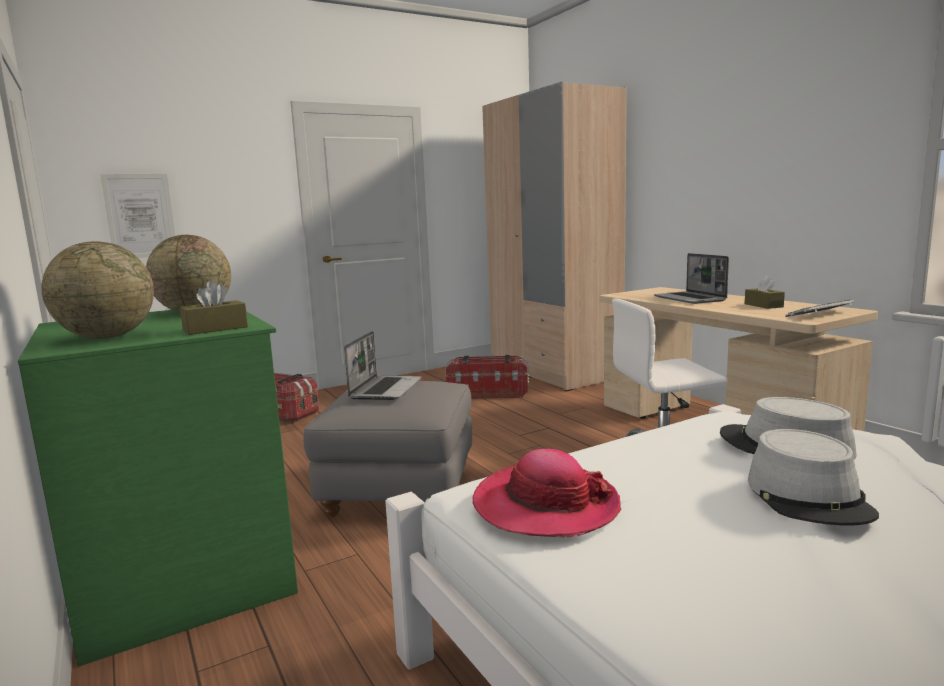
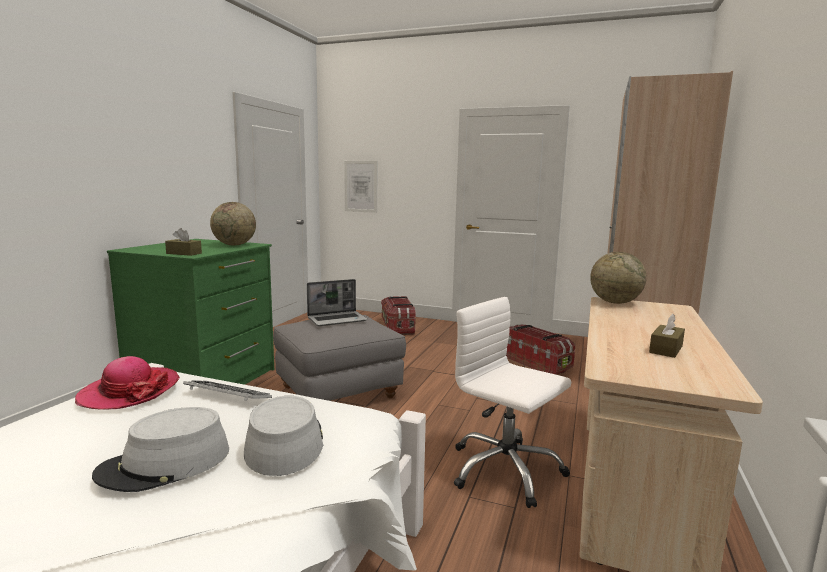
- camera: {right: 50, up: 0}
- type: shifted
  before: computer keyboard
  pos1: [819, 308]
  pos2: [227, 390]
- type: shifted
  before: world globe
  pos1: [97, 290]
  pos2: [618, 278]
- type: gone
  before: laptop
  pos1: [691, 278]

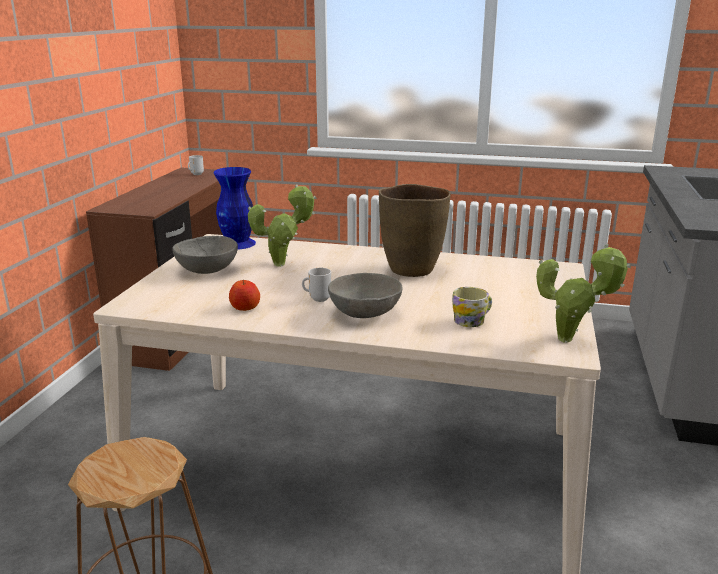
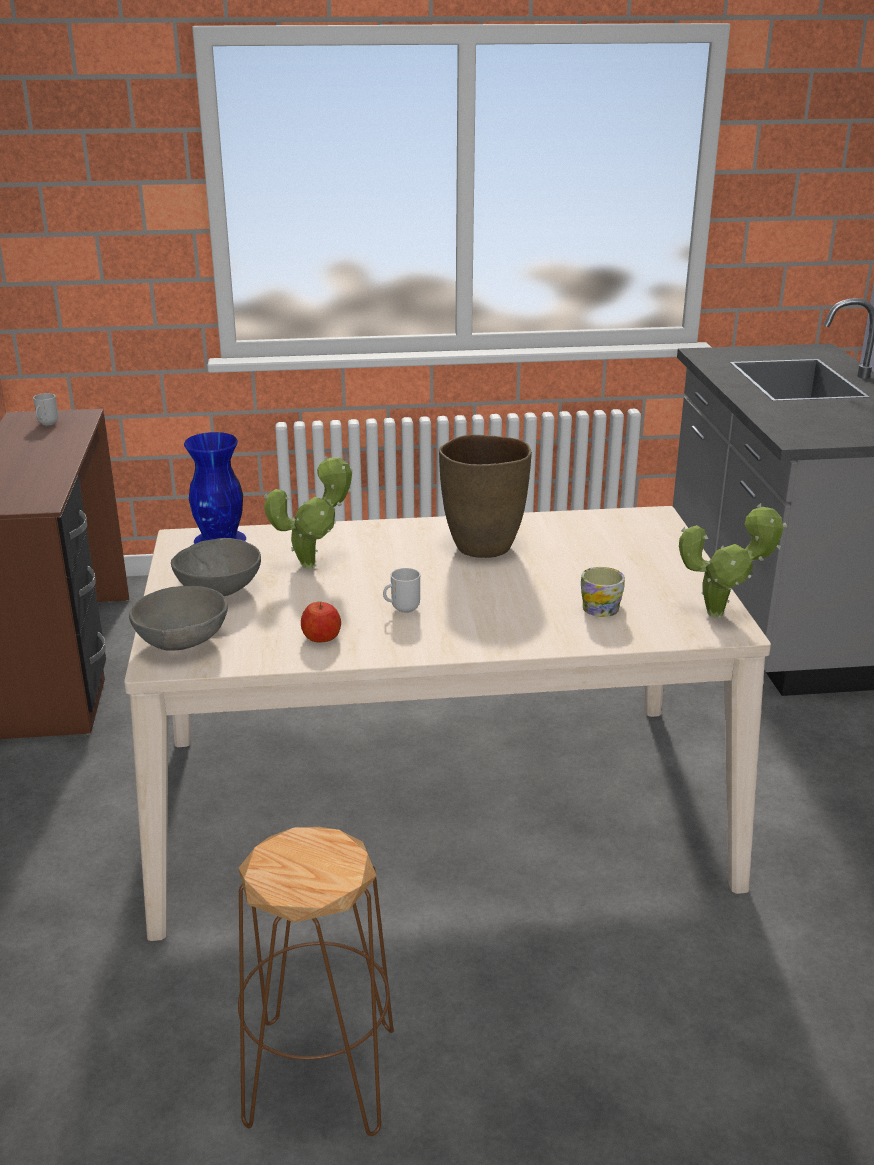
- camera: {right: -20, up: 5}
- type: shifted
  before: grey deep dish
  pos1: [365, 295]
  pos2: [178, 618]

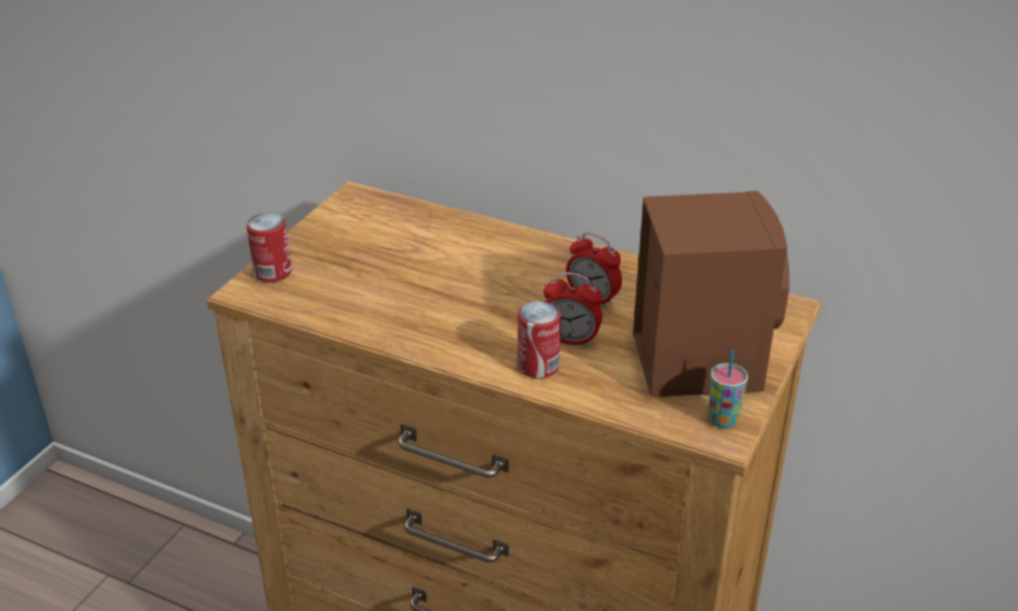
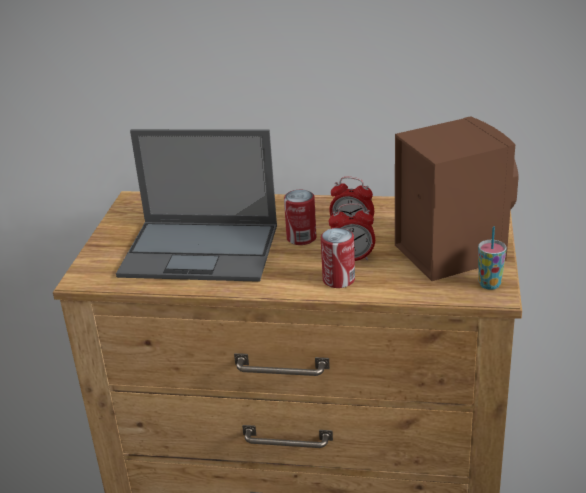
- camera: {right: -15, up: -5}
- type: new
  after: laptop
  pos2: [196, 205]
- type: shifted
  before: metal can
  pos1: [269, 248]
  pos2: [300, 217]

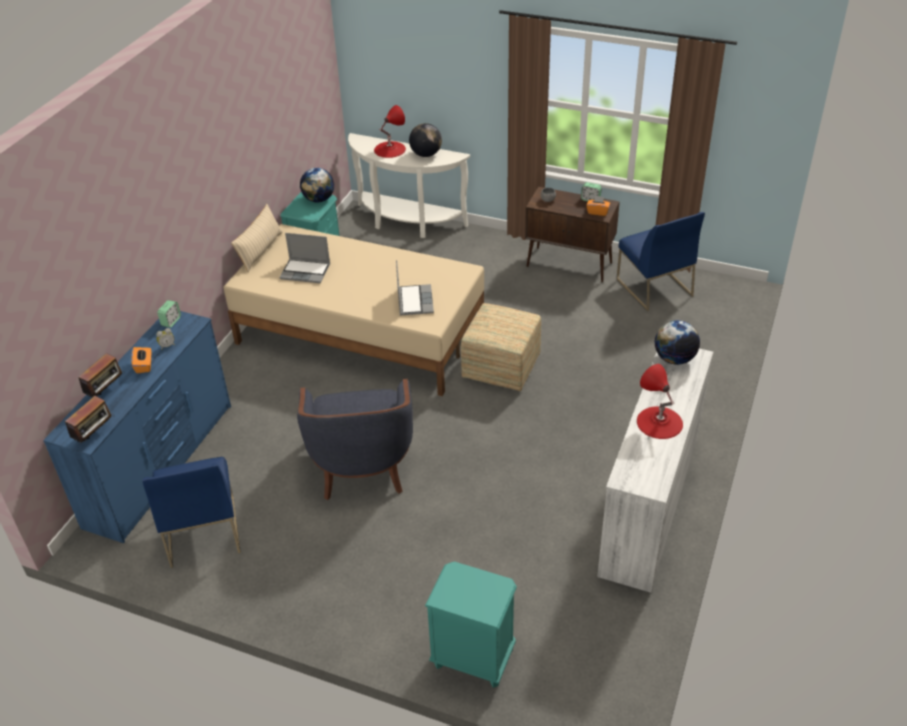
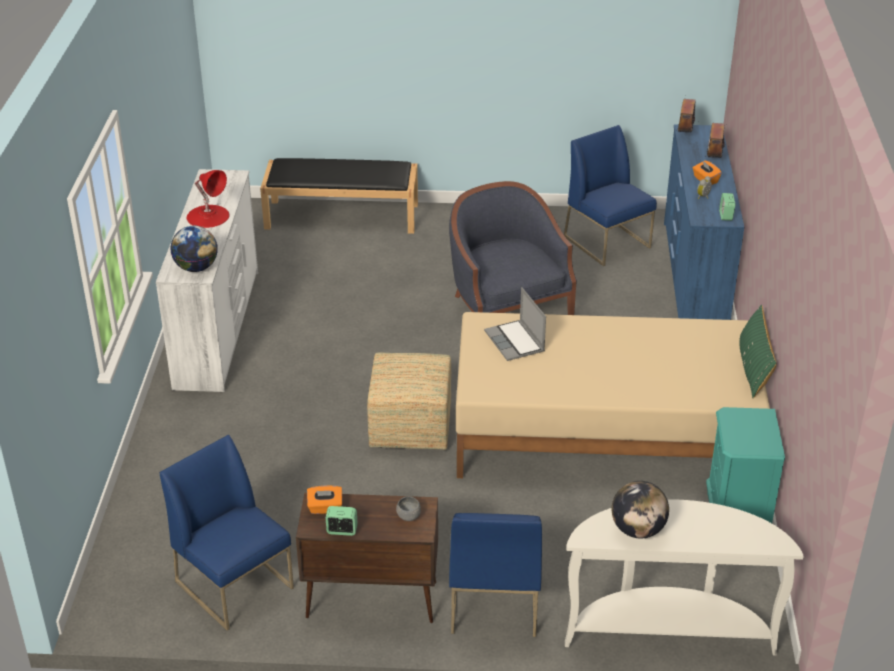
- camera: {right: 160, up: -5}
- type: swapped
  before: turquoise bedside table
  after: black-coloured indoor bench
  pos1: [471, 624]
  pos2: [339, 196]
- type: new
  after: blue-coloured plain chair
  pos2: [495, 575]
- type: repainted
  before: beige pillow
  after: greenish pillow
  pos1: [257, 238]
  pos2: [758, 351]
- type: gone
  before: laptop
  pos1: [304, 258]
- type: gone
  before: world globe
  pos1: [317, 185]
- type: gone
  before: red-coloured lamp for a table
  pos1: [390, 131]

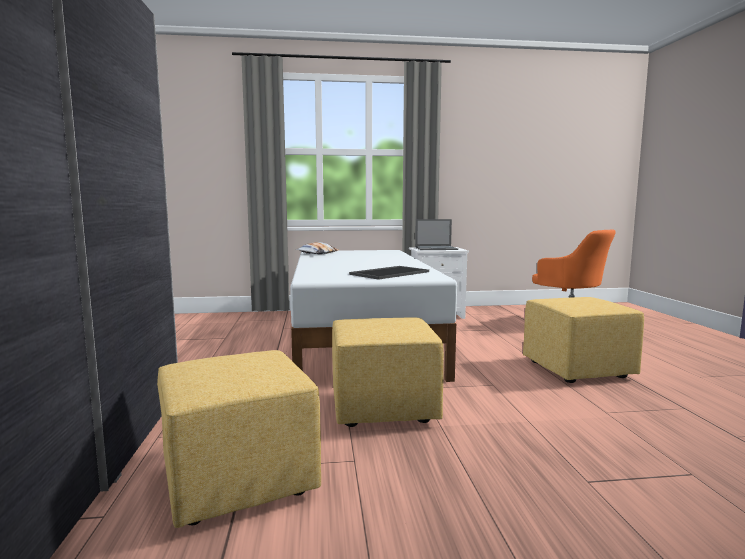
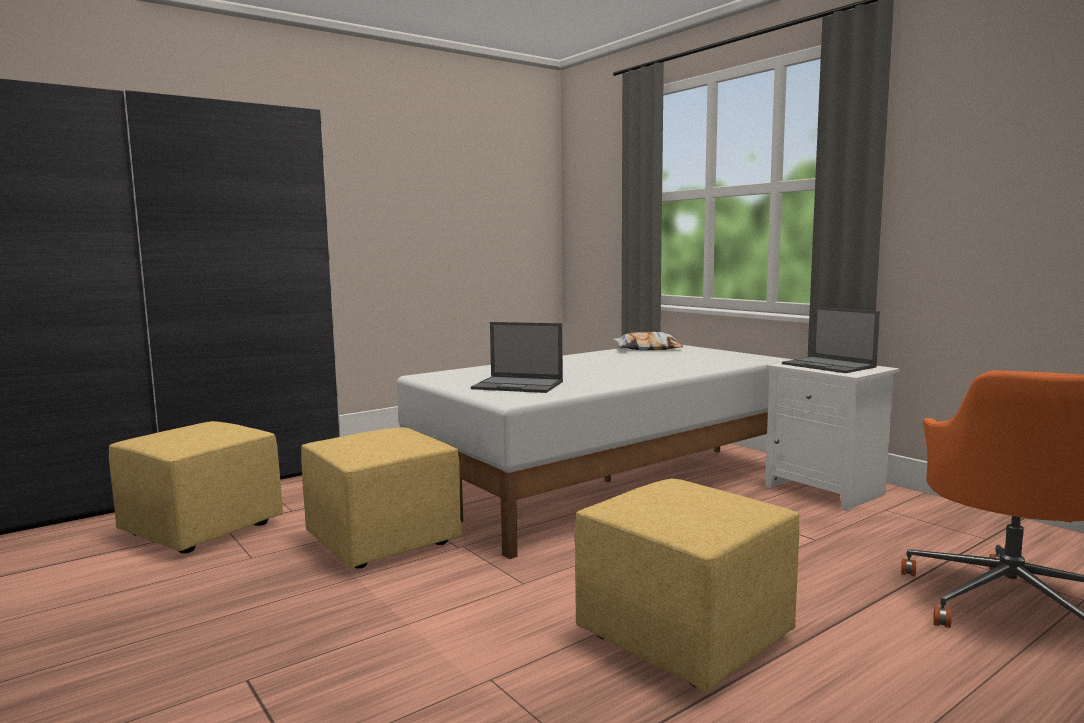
- camera: {right: 60, up: 0}
- type: swapped
  before: serving tray
  after: laptop
  pos1: [389, 273]
  pos2: [517, 357]

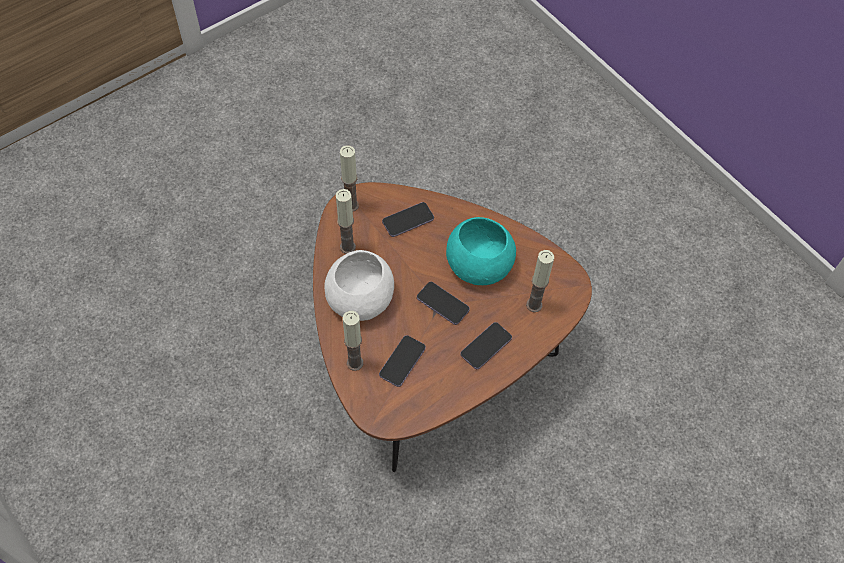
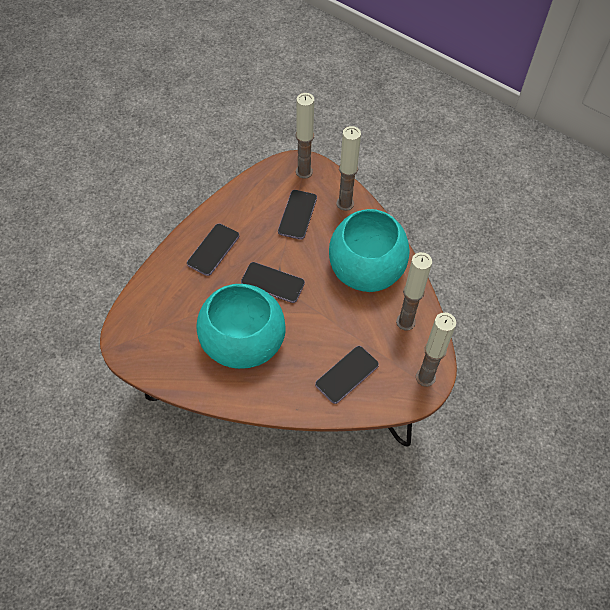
- camera: {right: 165, up: 0}
- type: shifted
  before: wax candle
  pos1: [540, 281]
  pos2: [304, 136]
- type: repainted
  before: white-coloured deep dish
  after: turquoise deep dish
  pos1: [359, 285]
  pos2: [369, 250]

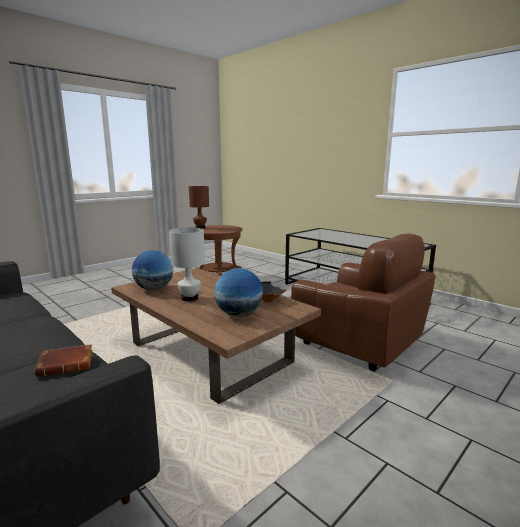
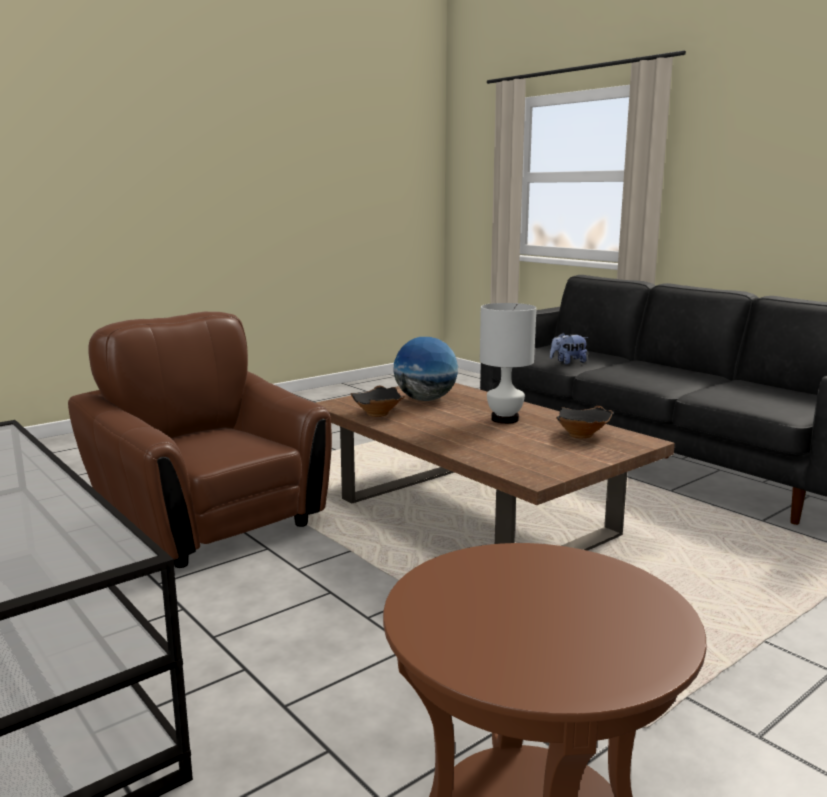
- camera: {right: -175, up: 0}
- type: swapped
  before: brownish volume
  after: soft toy
  pos1: [64, 360]
  pos2: [569, 348]
- type: swapped
  before: world globe
  after: black-coloured deep dish
  pos1: [152, 270]
  pos2: [584, 422]
- type: gone
  before: brownish lamp for a table
  pos1: [199, 207]

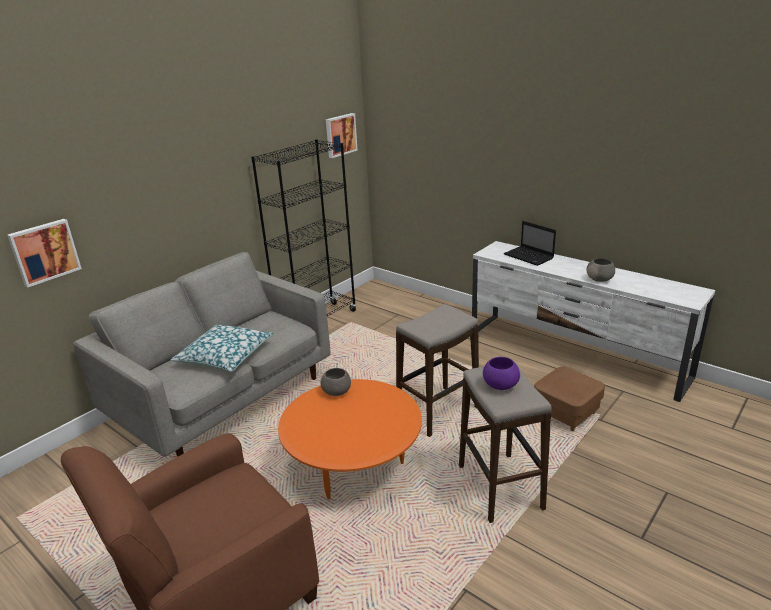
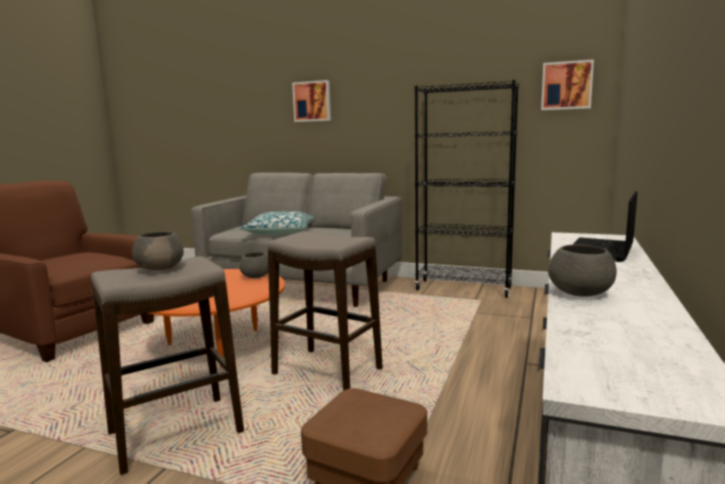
- camera: {right: 70, up: -15}
- type: repainted
  before: purple deep dish
  after: grey deep dish
  pos1: [501, 373]
  pos2: [158, 251]
- type: shifted
  before: wall art
  pos1: [44, 253]
  pos2: [311, 101]

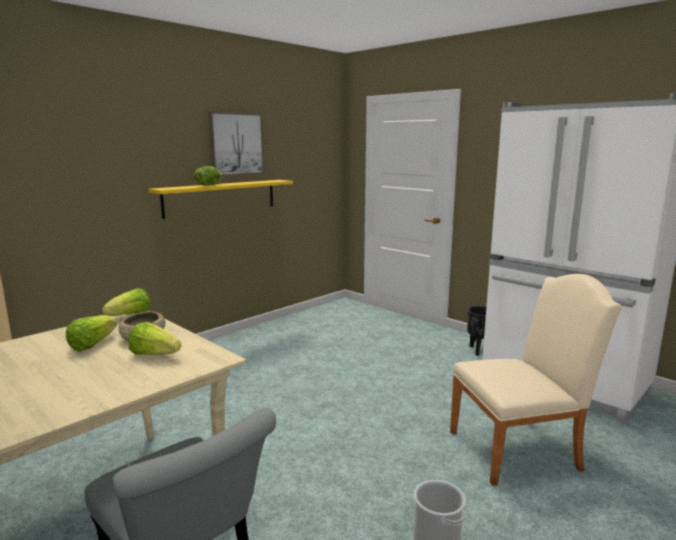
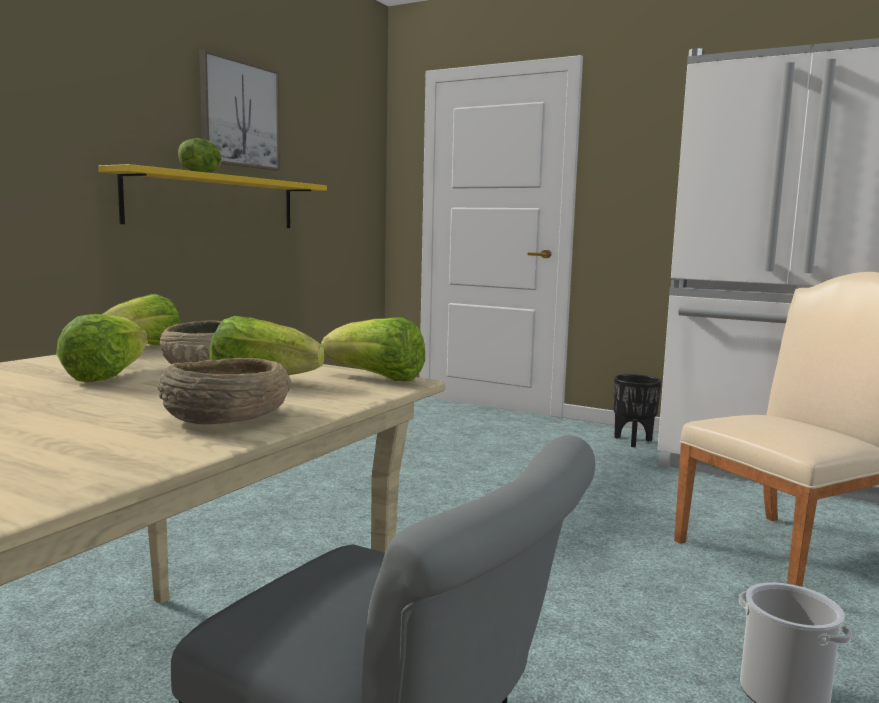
- camera: {right: -15, up: -5}
- type: new
  after: beige deep dish
  pos2: [225, 391]
- type: new
  after: lettuce head
  pos2: [373, 349]

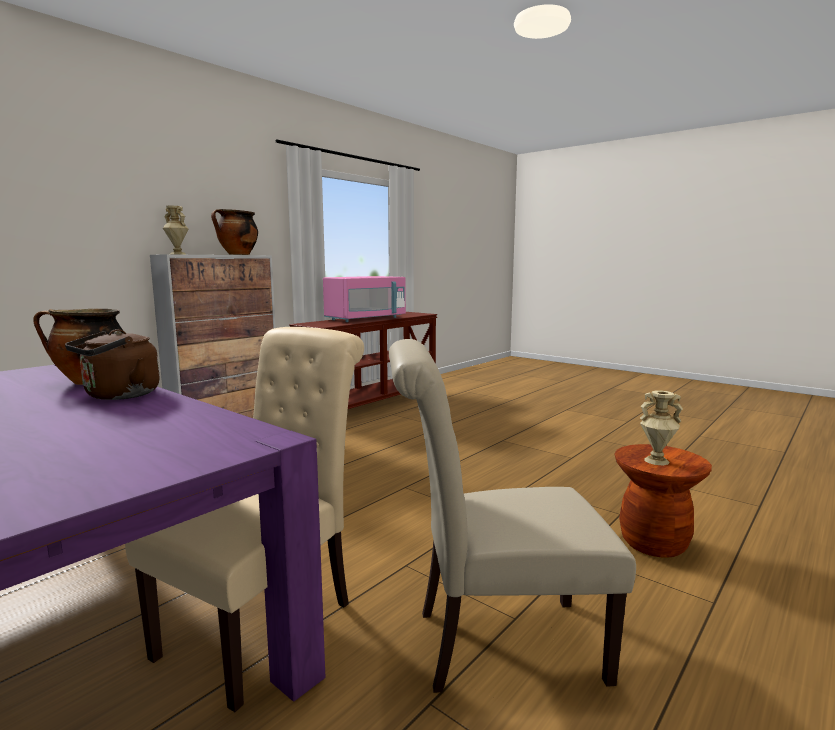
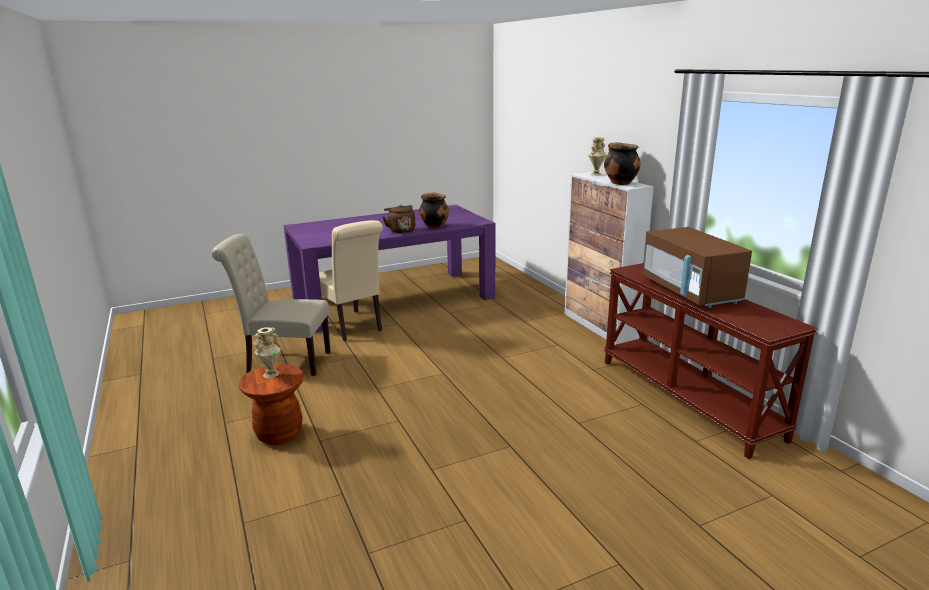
- camera: {right: 115, up: 10}
- type: rotated
  before: beige plain chair
  pos1: [512, 516]
  pos2: [271, 305]
  turn: -105
- type: repainted
  before: pink-coloured microwave oven
  after: brownish microwave oven
  pos1: [364, 299]
  pos2: [697, 267]

